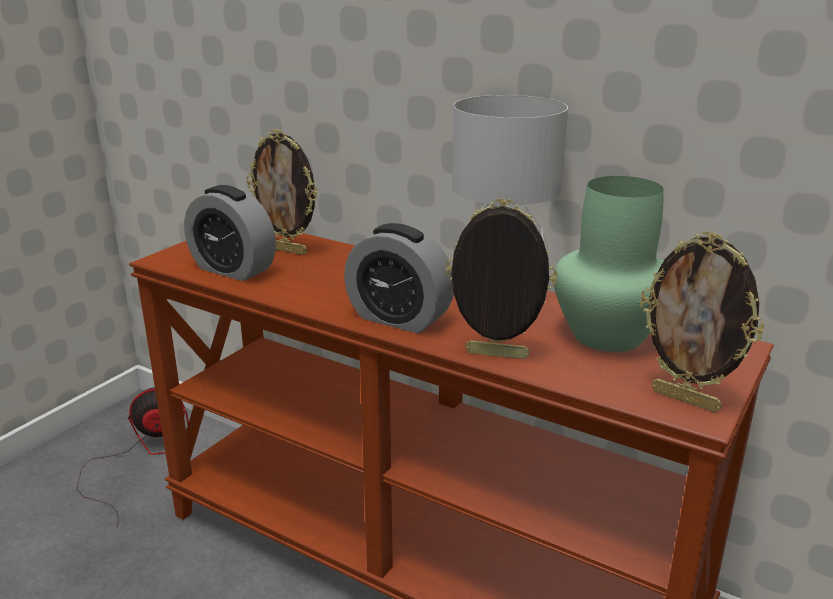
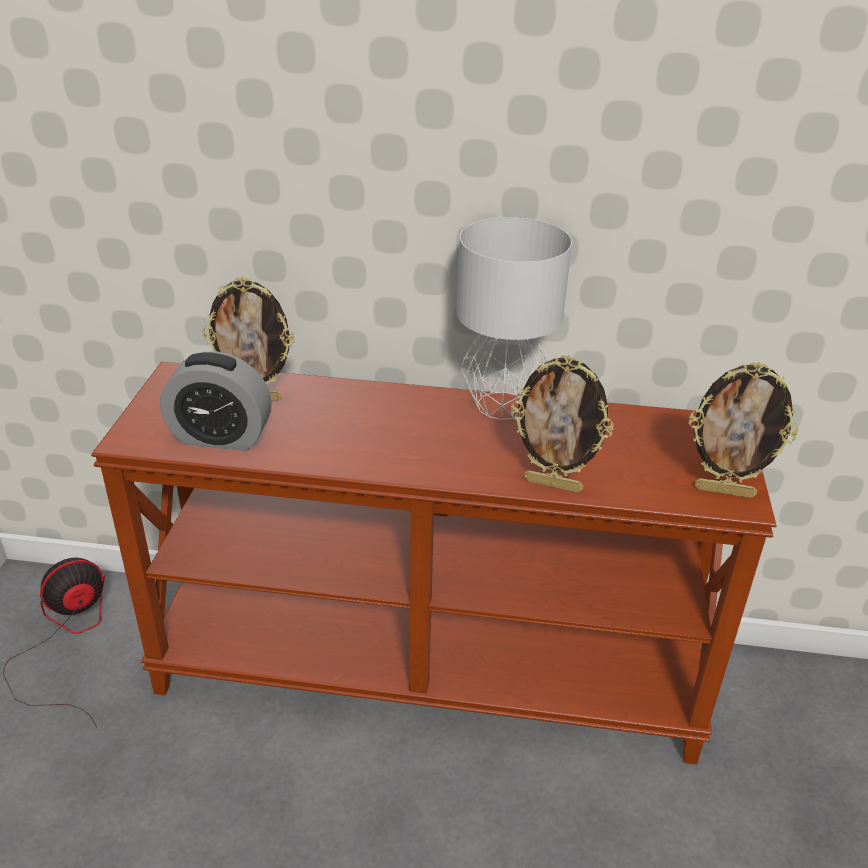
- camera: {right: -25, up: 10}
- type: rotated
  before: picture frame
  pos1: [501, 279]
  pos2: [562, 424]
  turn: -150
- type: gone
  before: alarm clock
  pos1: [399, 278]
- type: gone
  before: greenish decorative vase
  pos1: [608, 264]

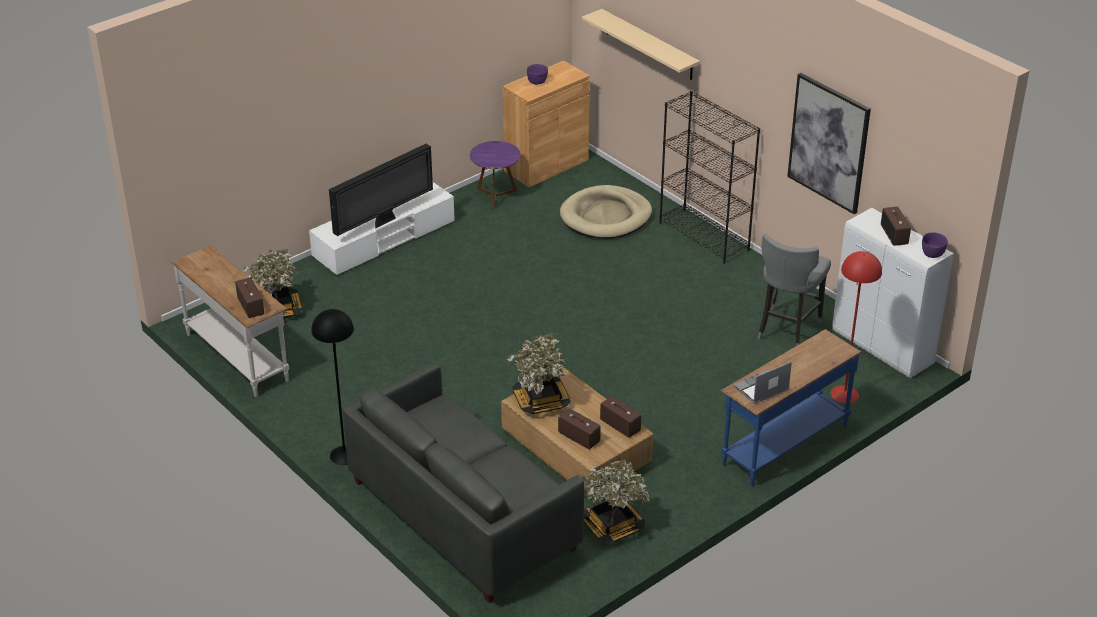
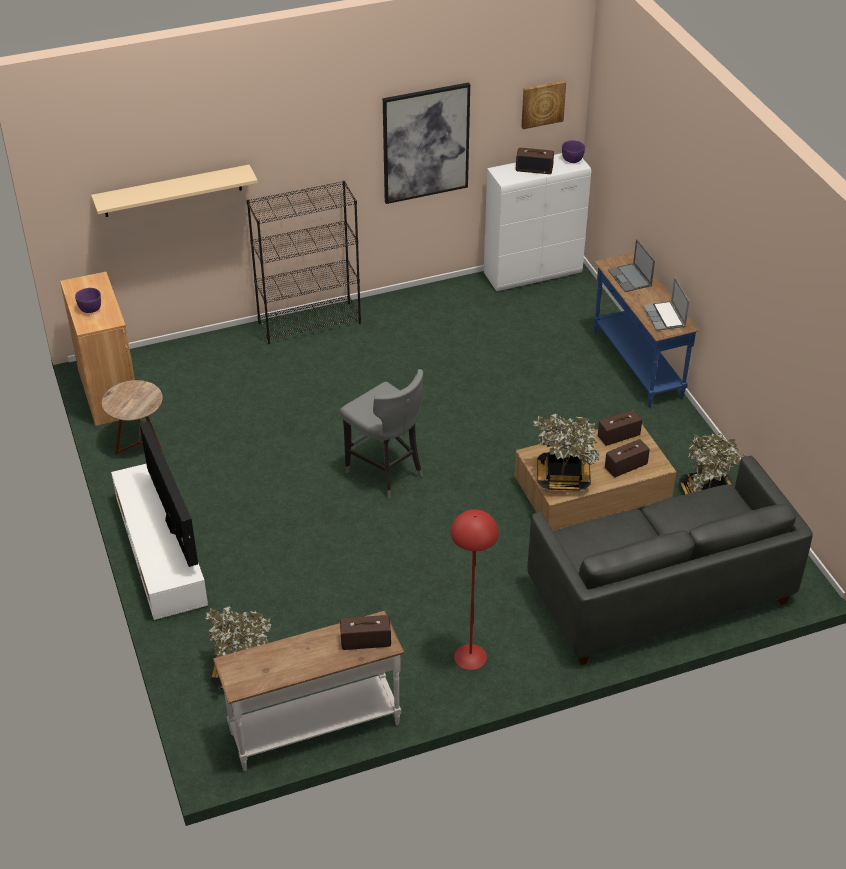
- camera: {right: -70, up: 5}
- type: repainted
  before: purple end table
  after: brownish end table
  pos1: [495, 175]
  pos2: [132, 417]
- type: shifted
  before: grey stool seat
  pos1: [794, 290]
  pos2: [381, 433]
- type: shifted
  before: red-coloured standard lamp
  pos1: [856, 327]
  pos2: [475, 589]
- type: new
  after: wall art
  pos2: [543, 105]
- type: new
  after: laptop
  pos2: [631, 265]
- type: gone
  before: black-coloured standard lamp
  pos1: [332, 387]
- type: gone
  before: beige dog cushion
  pos1: [606, 212]

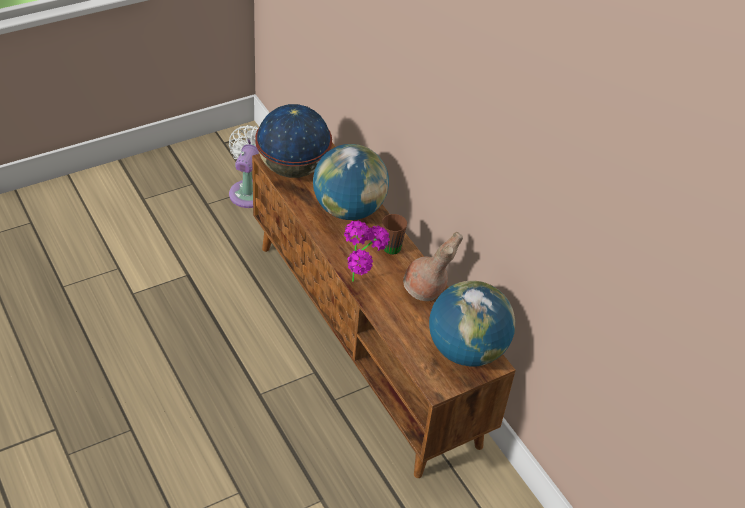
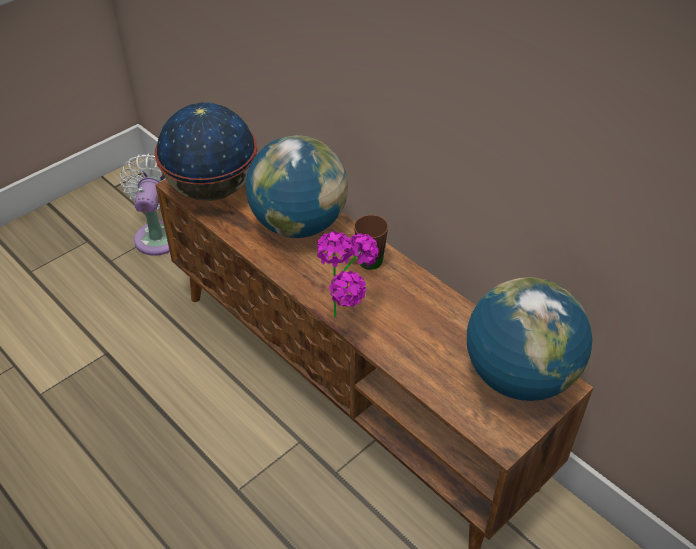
- camera: {right: -10, up: 0}
- type: gone
  before: brownish decorative vase
  pos1: [433, 266]

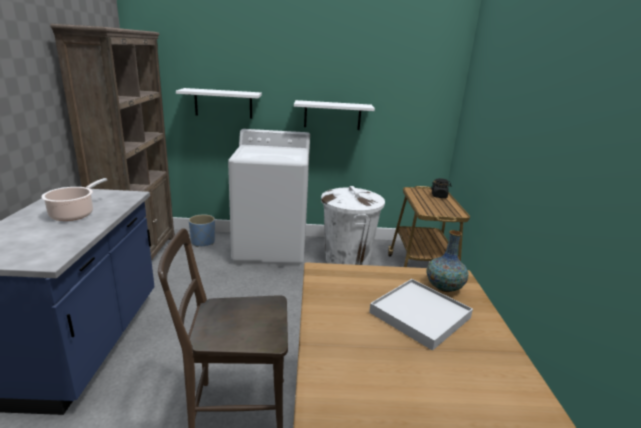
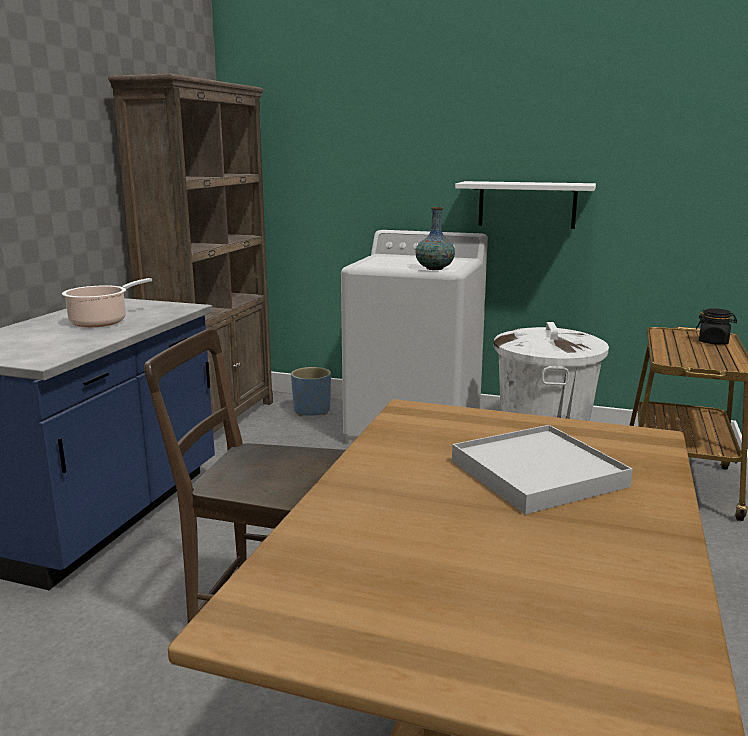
- camera: {right: 20, up: -5}
- type: shifted
  before: decorative vase
  pos1: [448, 261]
  pos2: [435, 238]
- type: gone
  before: white-coloured shelf
  pos1: [219, 103]

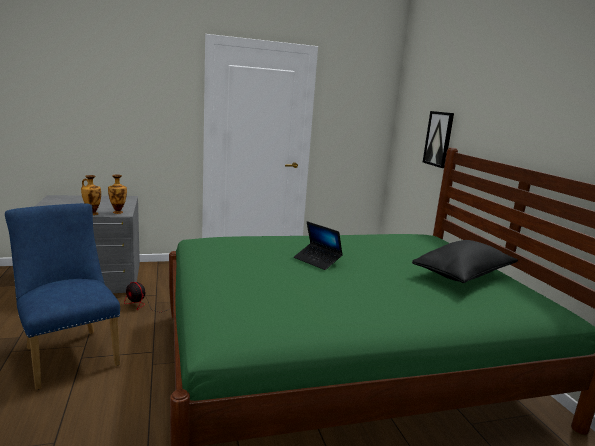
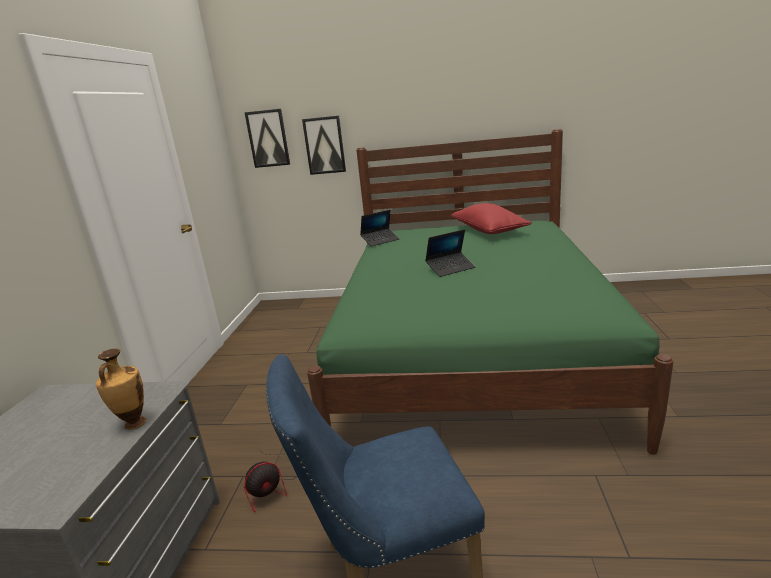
- camera: {right: -65, up: 5}
- type: new
  after: wall art
  pos2: [267, 138]
- type: new
  after: laptop
  pos2: [380, 228]
- type: repainted
  before: black-coloured pillow
  after: red-coloured pillow
  pos1: [465, 261]
  pos2: [491, 218]
- type: gone
  before: decorative vase
  pos1: [117, 194]

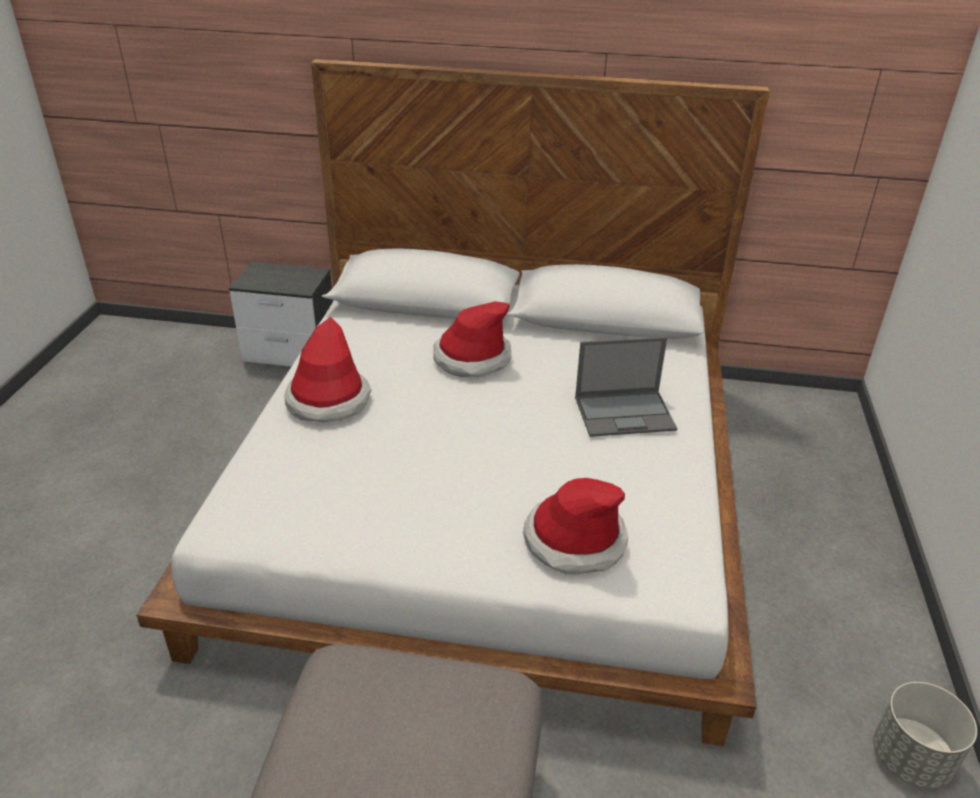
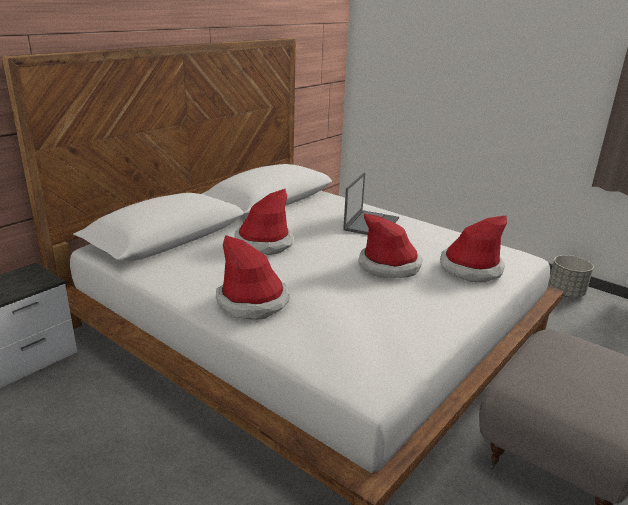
- camera: {right: -60, up: -10}
- type: new
  after: hat
  pos2: [390, 245]

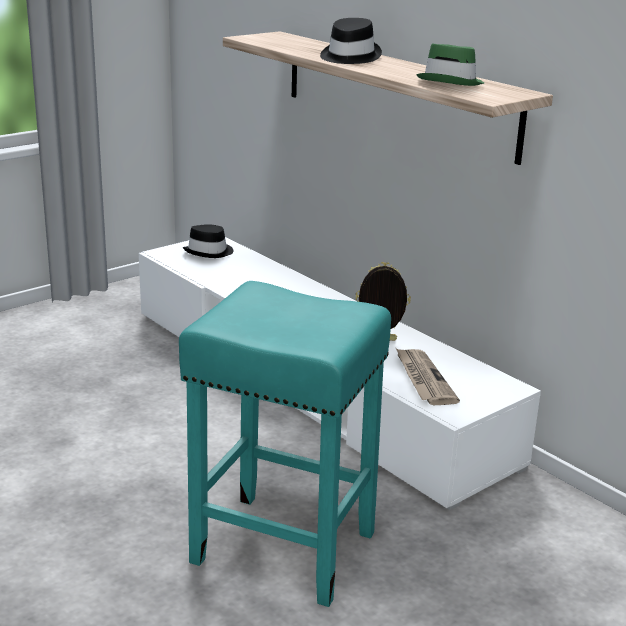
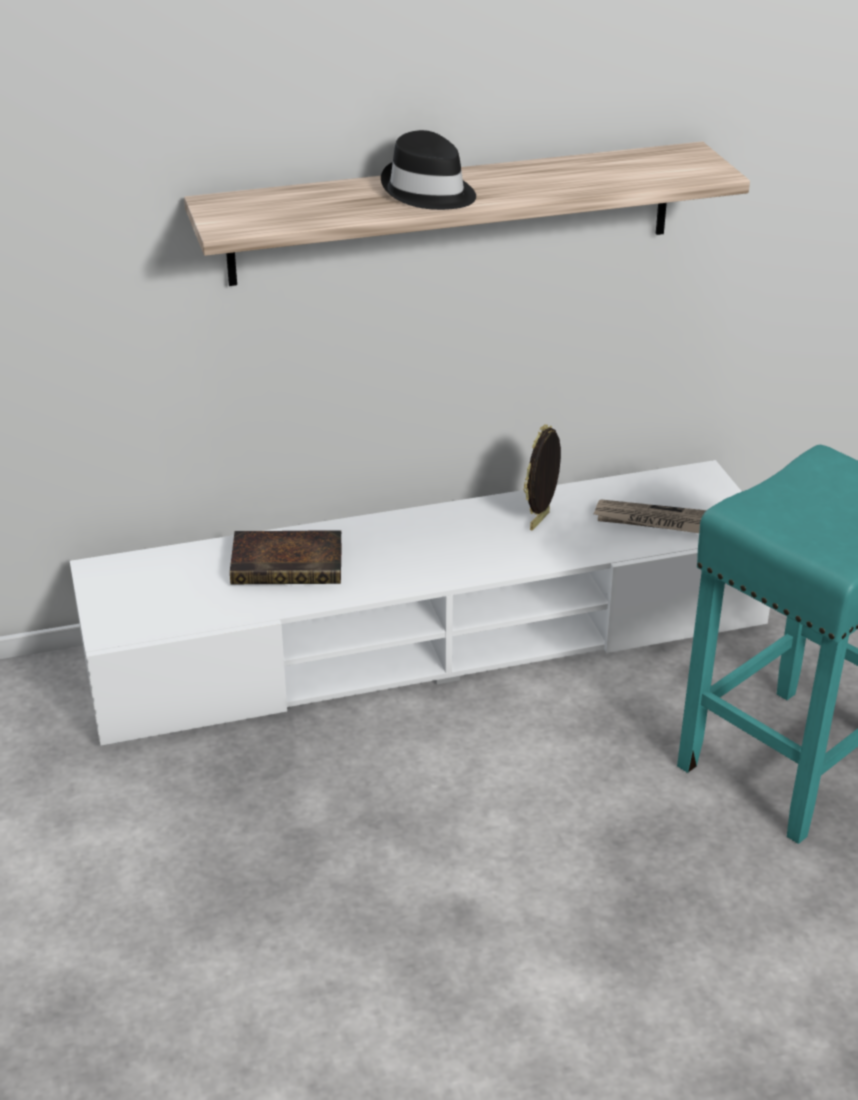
- camera: {right: -65, up: 10}
- type: new
  after: volume
  pos2: [286, 557]
- type: gone
  before: black-coloured hat
  pos1: [208, 241]
- type: gone
  before: greenish hat
  pos1: [450, 64]

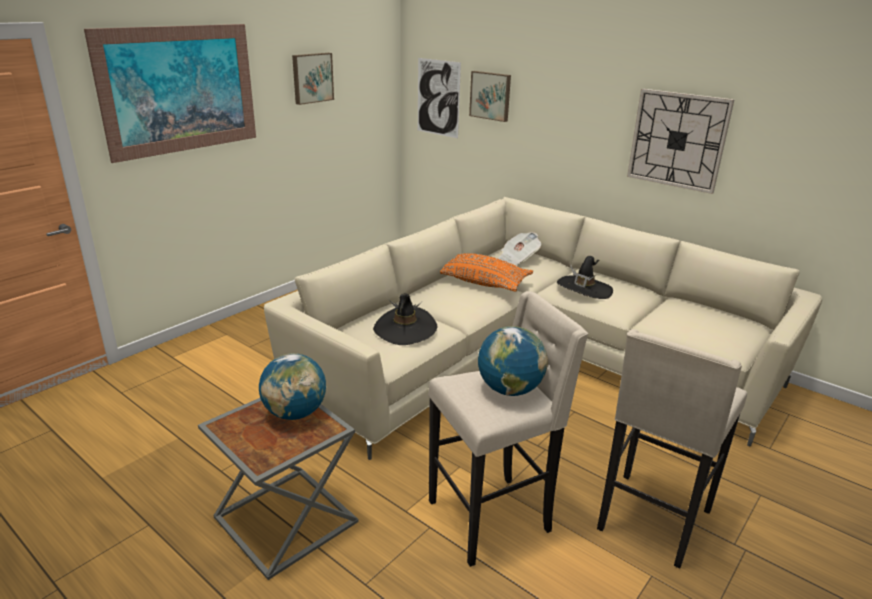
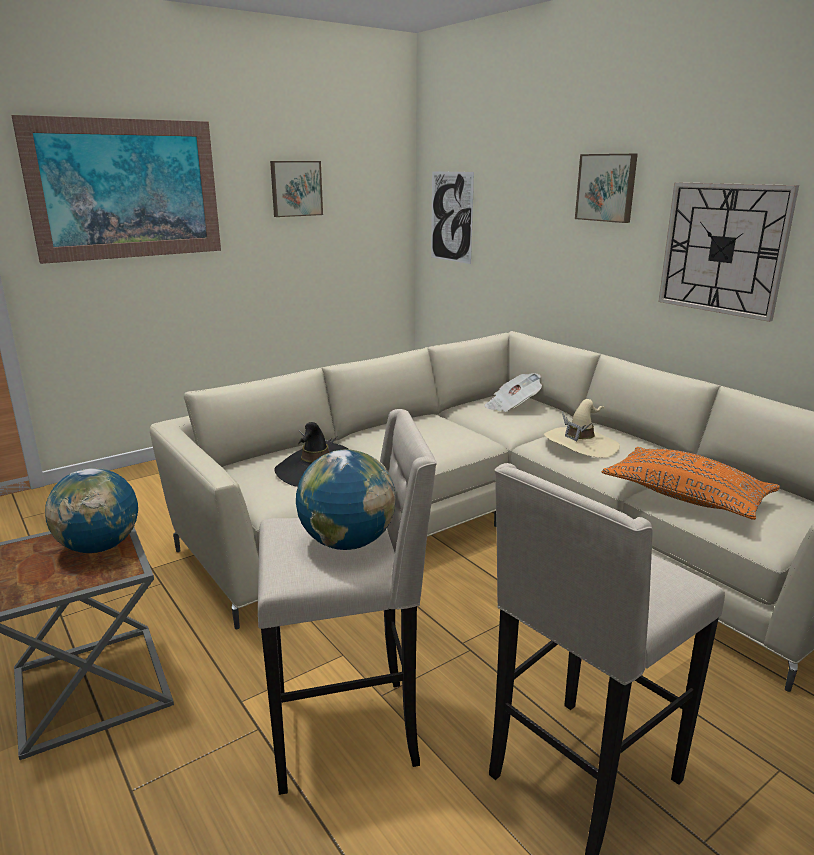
- camera: {right: 15, up: -5}
- type: repainted
  before: black-coloured hat
  after: beige hat
  pos1: [585, 277]
  pos2: [582, 428]
- type: shifted
  before: wall art
  pos1: [490, 96]
  pos2: [606, 188]
- type: shifted
  before: orangey pillow
  pos1: [487, 272]
  pos2: [691, 483]

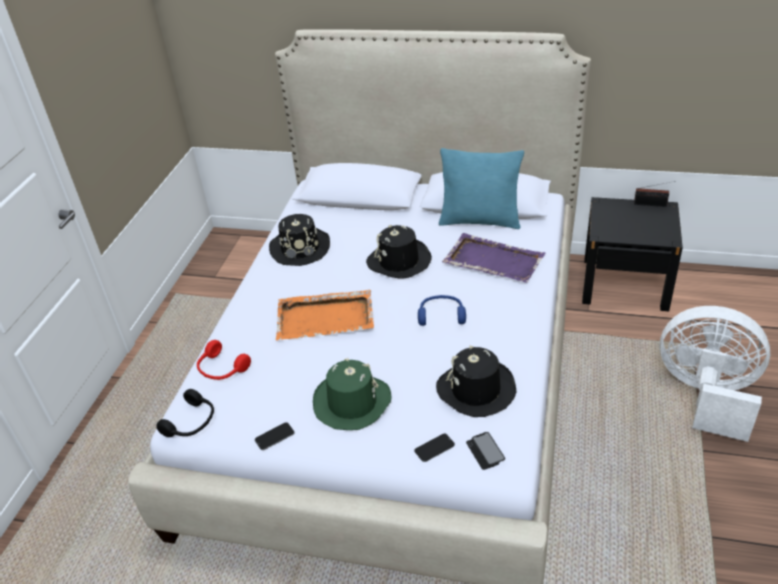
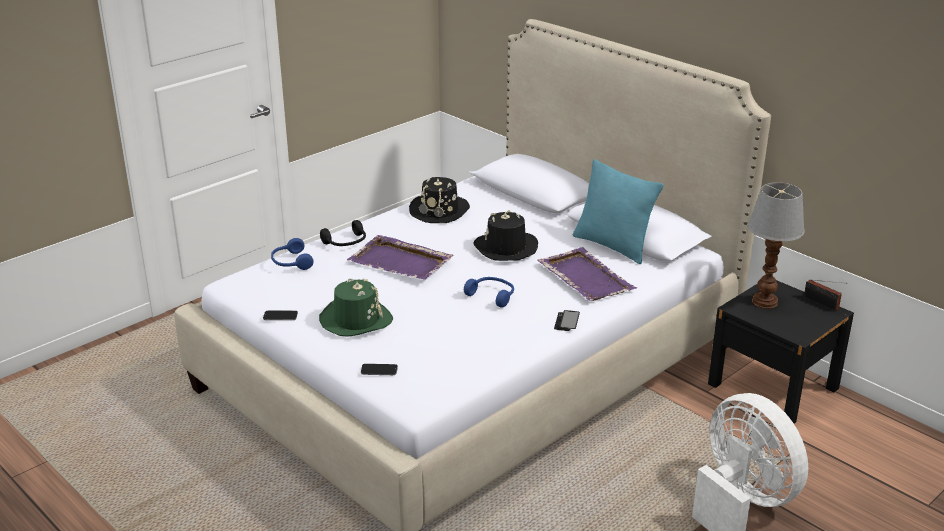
- camera: {right: 30, up: -10}
- type: repainted
  before: red-coloured pair of headphones
  after: blue-coloured pair of headphones
  pos1: [224, 360]
  pos2: [292, 254]
- type: shifted
  before: black-coloured pair of headphones
  pos1: [185, 413]
  pos2: [343, 233]
- type: repainted
  before: orangey serving tray
  after: purple serving tray
  pos1: [325, 315]
  pos2: [400, 257]
- type: shifted
  before: phone
  pos1: [485, 451]
  pos2: [567, 320]
- type: new
  after: lamp for a table
  pos2: [776, 245]
- type: gone
  before: black-coloured hat
  pos1: [476, 381]

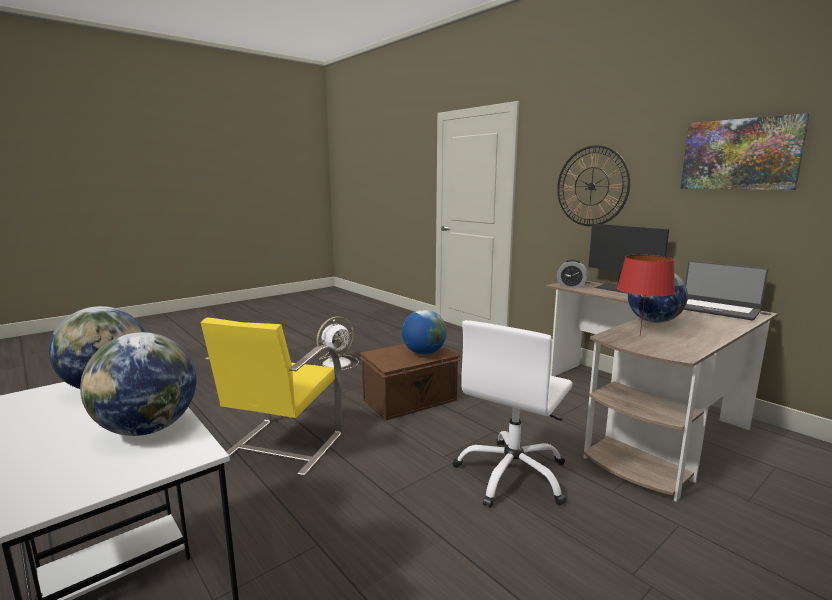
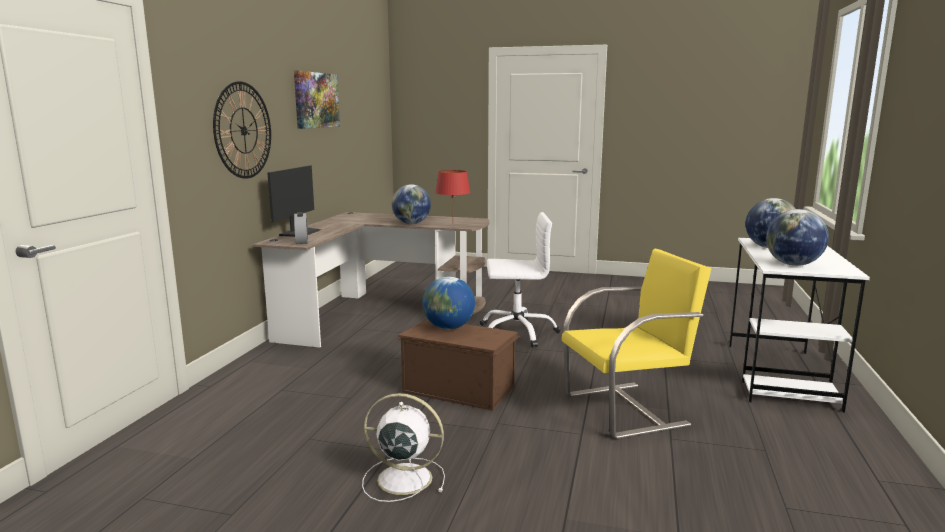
- camera: {right: -125, up: 0}
- type: gone
  before: laptop
  pos1: [726, 291]

